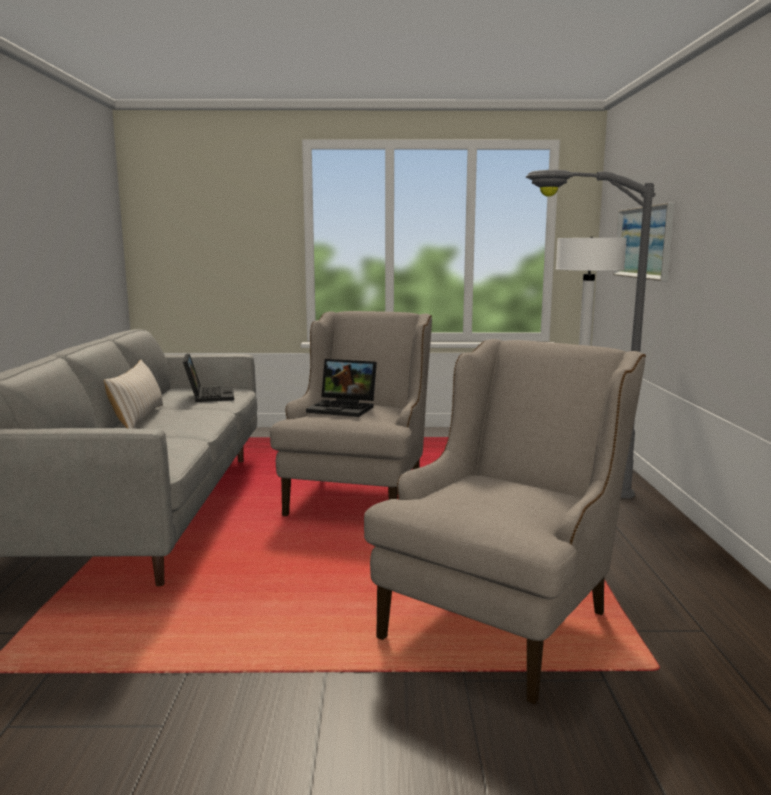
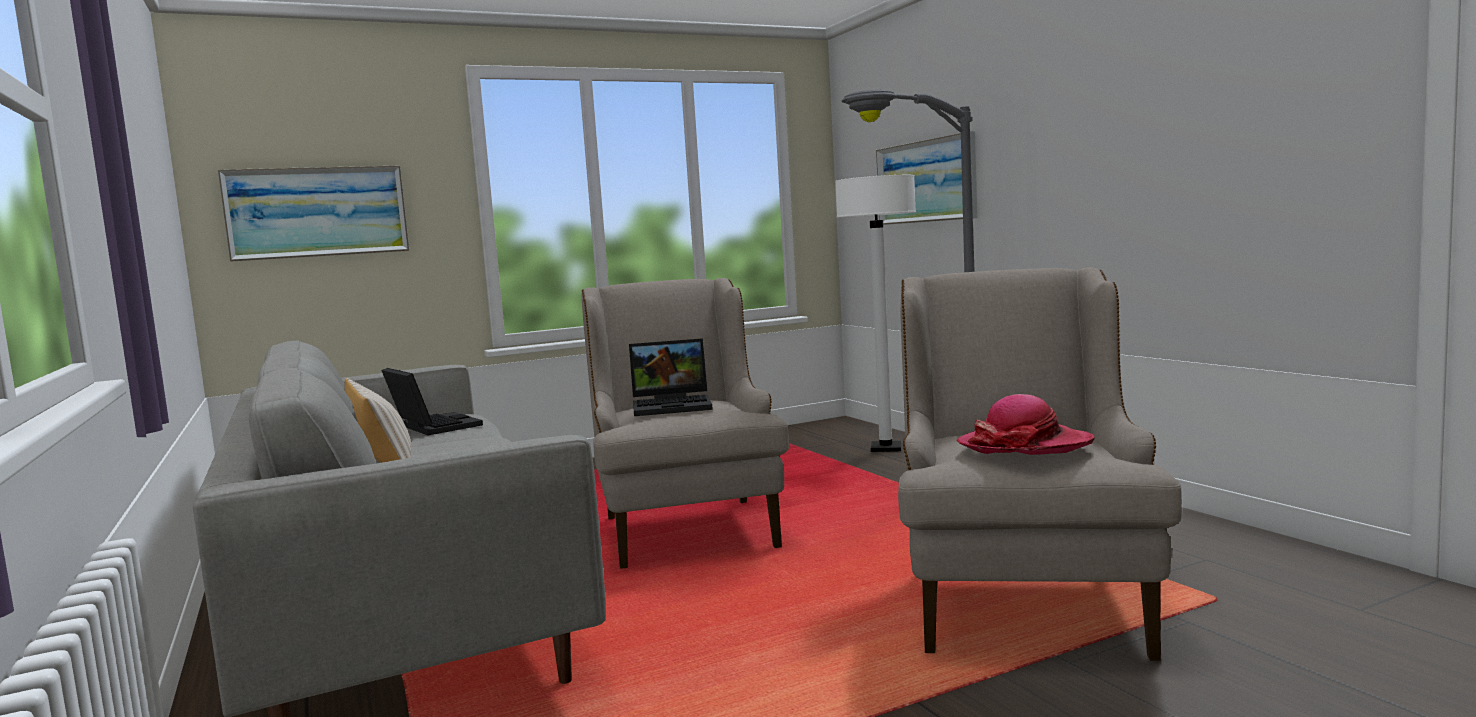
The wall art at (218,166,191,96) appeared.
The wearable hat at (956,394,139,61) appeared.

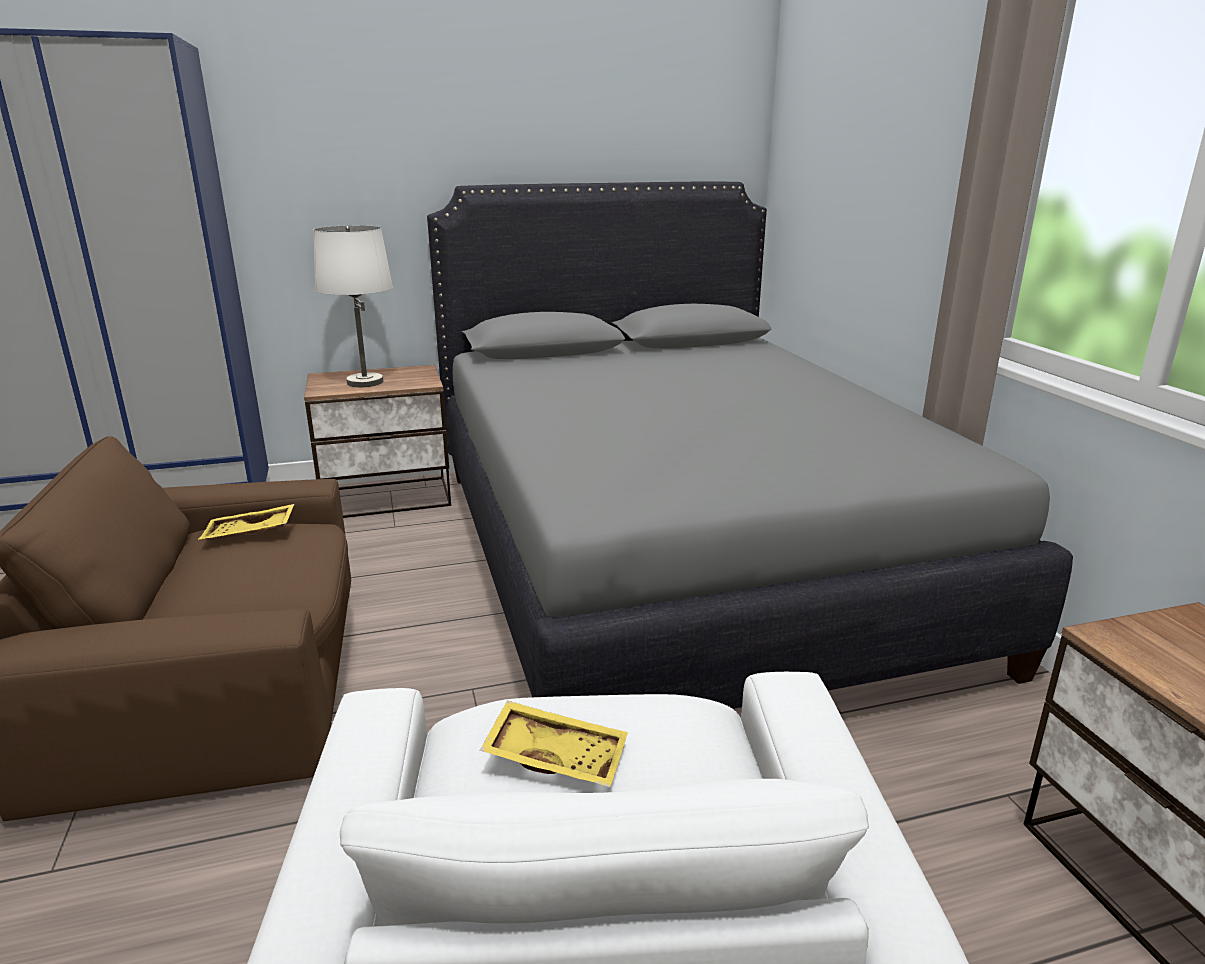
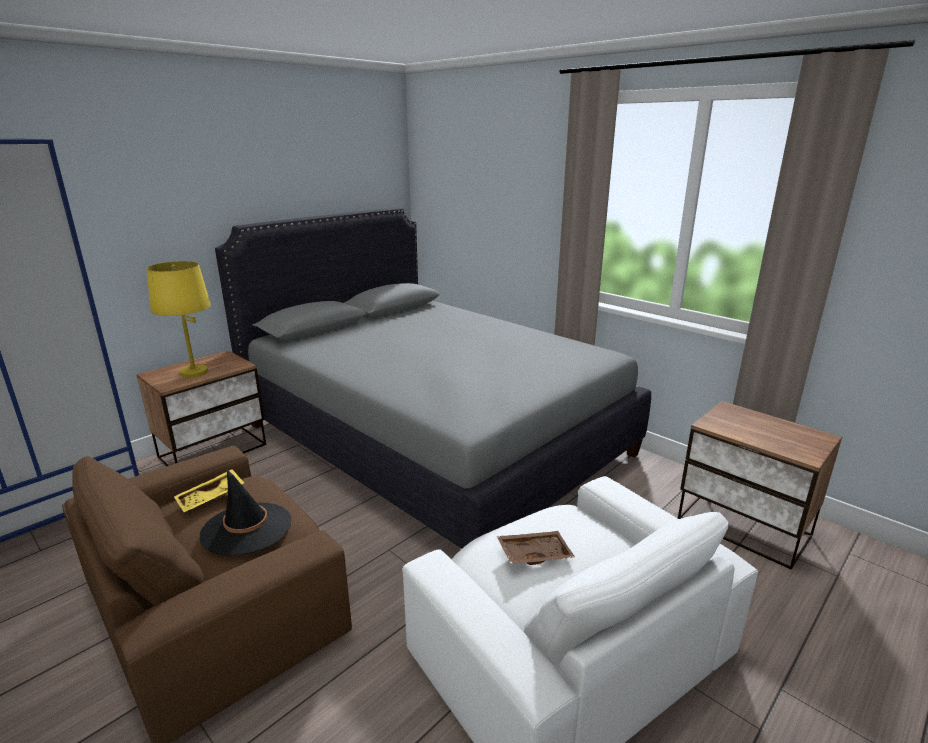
The wearable hat in black-coloured at (200,469,91,86) appeared.
The tabletop lamp in white-coloured at (314,225,79,162) became the tabletop lamp in yellow-coloured at (146,261,65,117).
The carrying tray in yellow-coloured at (480,700,148,87) became the carrying tray in brown-coloured at (497,531,78,34).

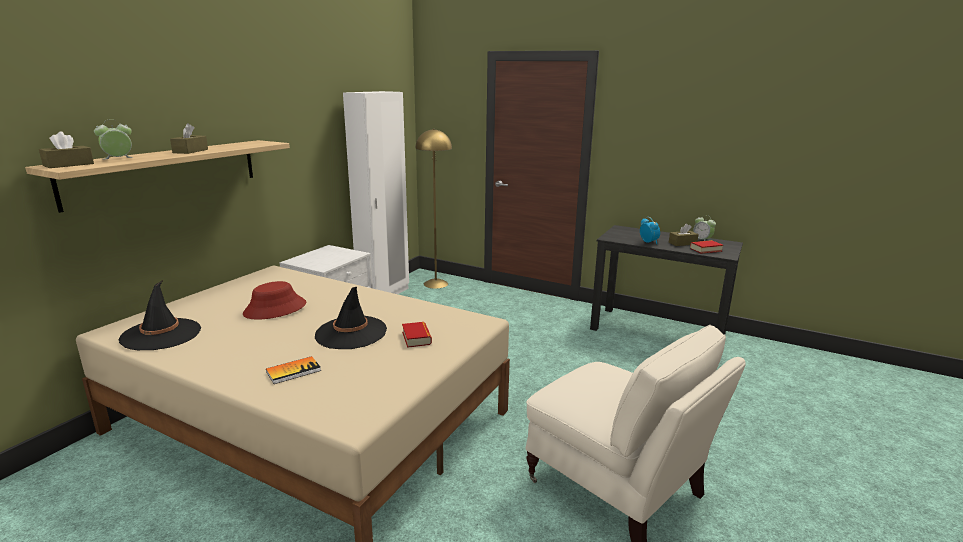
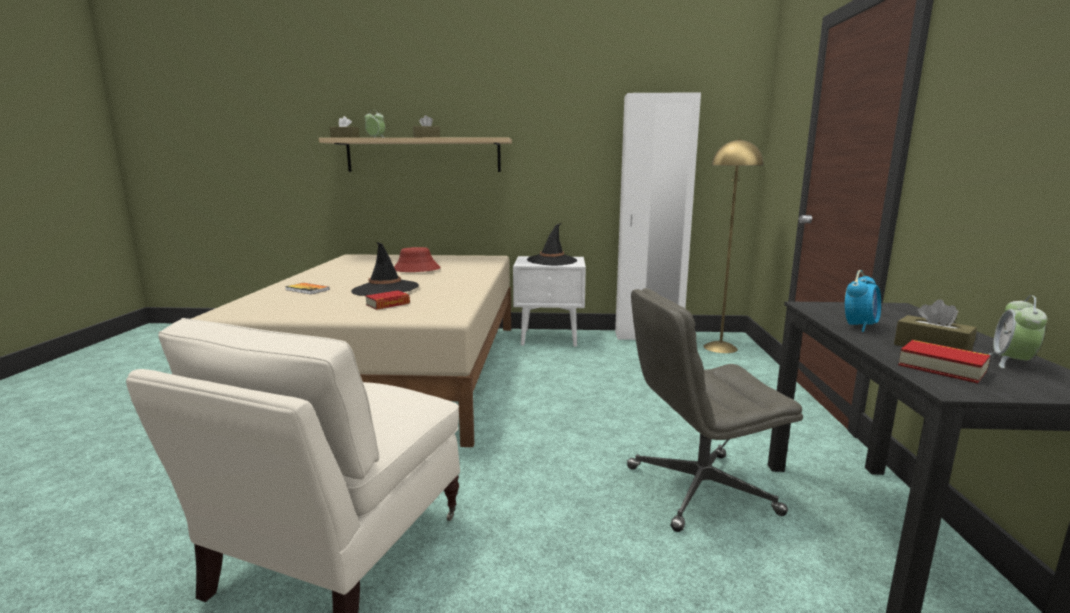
The desk chair in gray at (627,288,176,244) appeared.
The wearable hat in black-coloured moved from (118,280,83,70) to (527,223,50,42).

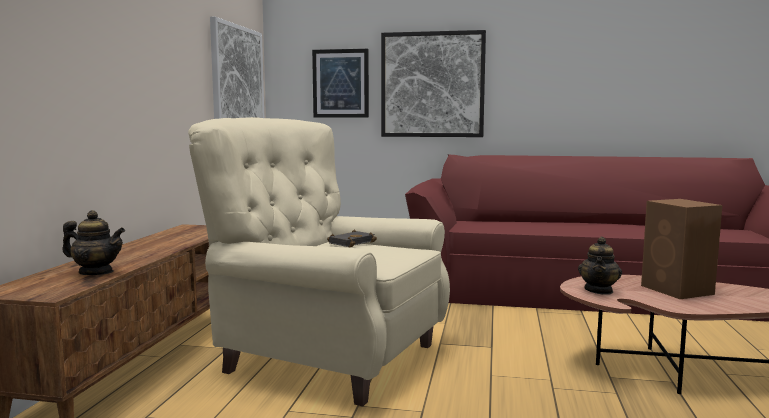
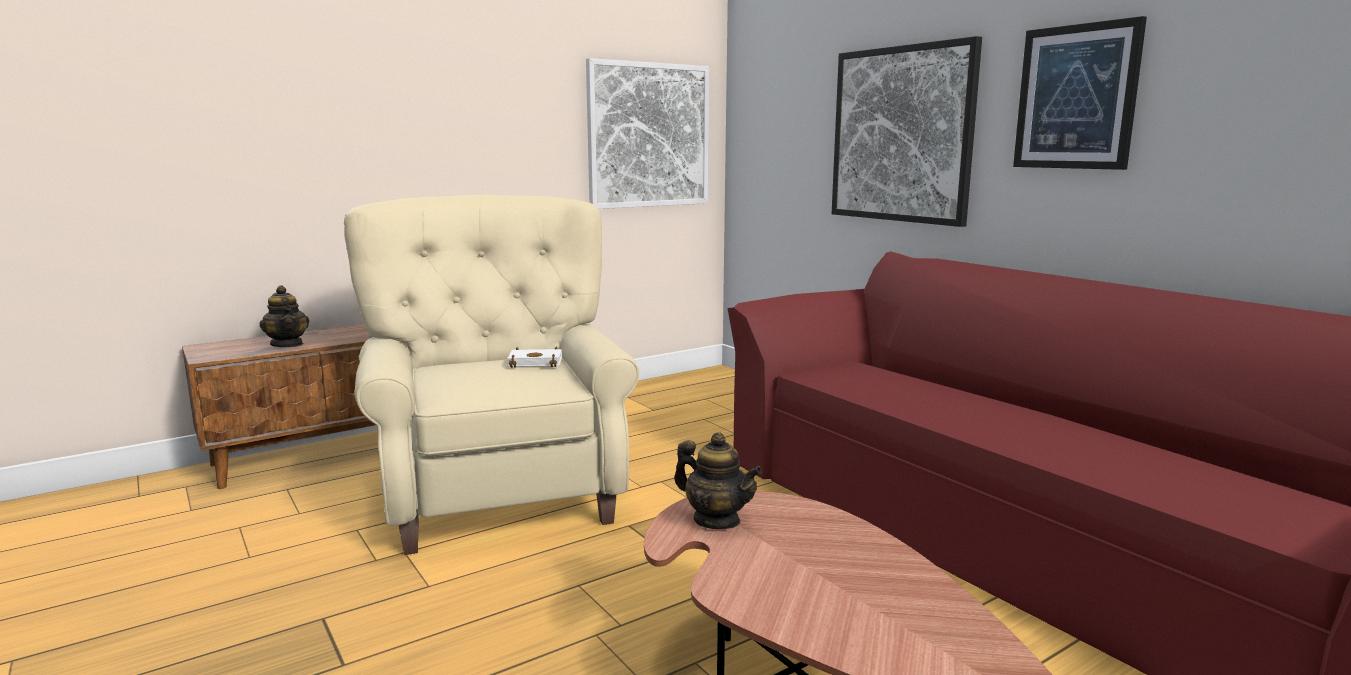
The audio speaker in brown-coloured at (641,199,81,100) disappeared.
The wall art moved from (312,49,57,68) to (1013,16,134,154).
The bound book in black-coloured at (327,230,50,17) became the bound book in white-coloured at (507,347,55,21).
The teapot at (578,237,44,58) turned 120 degrees counterclockwise.

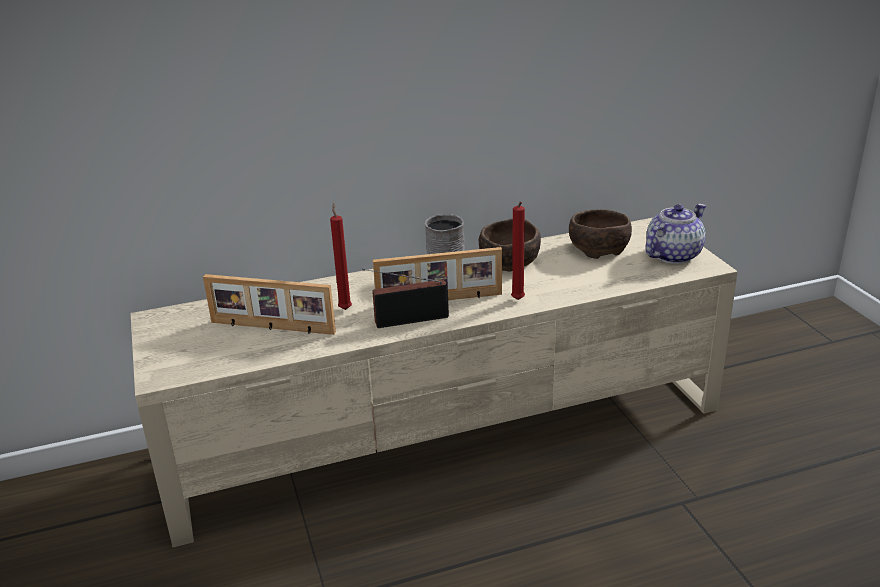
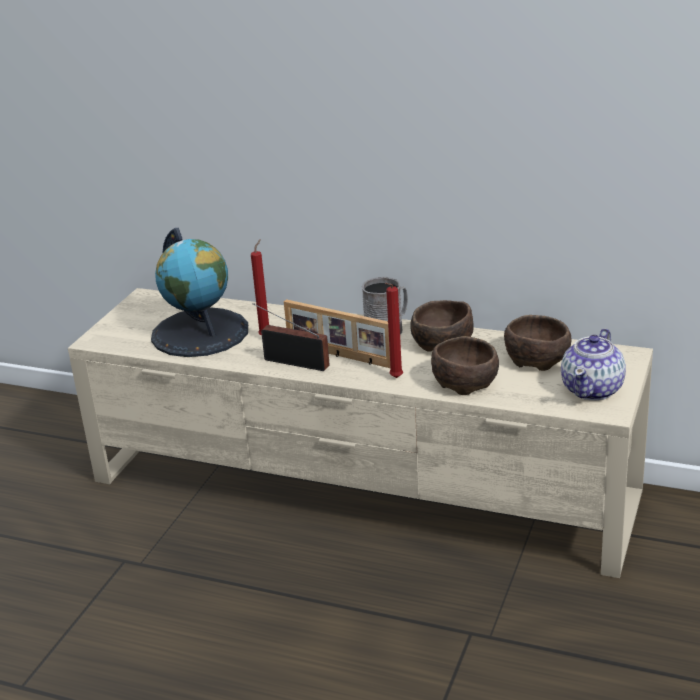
The serving bowl in brown-coloured at (431,336,68,59) appeared.
The picture frame at (203,274,133,61) was replaced by the world globe at (151,228,97,129).
The teapot at (645,203,61,61) turned 120 degrees clockwise.

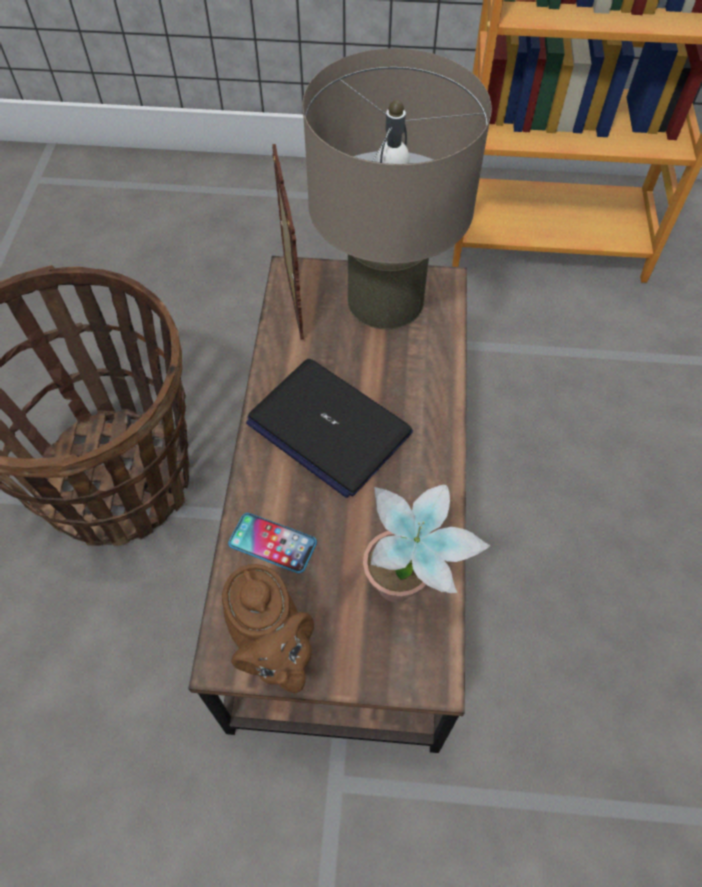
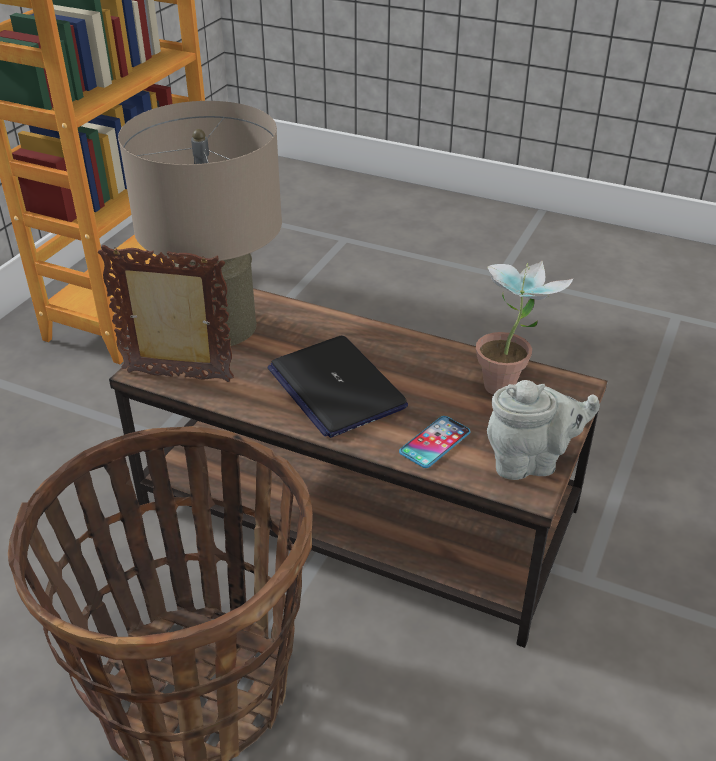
The teapot in brown-coloured at (222,564,92,129) became the teapot in gray at (487,380,113,100).
The laptop at (246,359,167,139) turned 90 degrees clockwise.

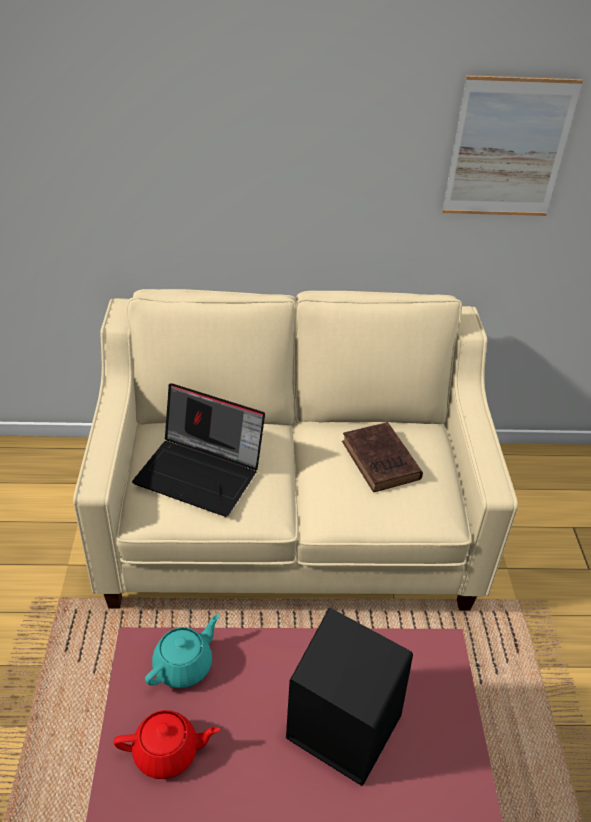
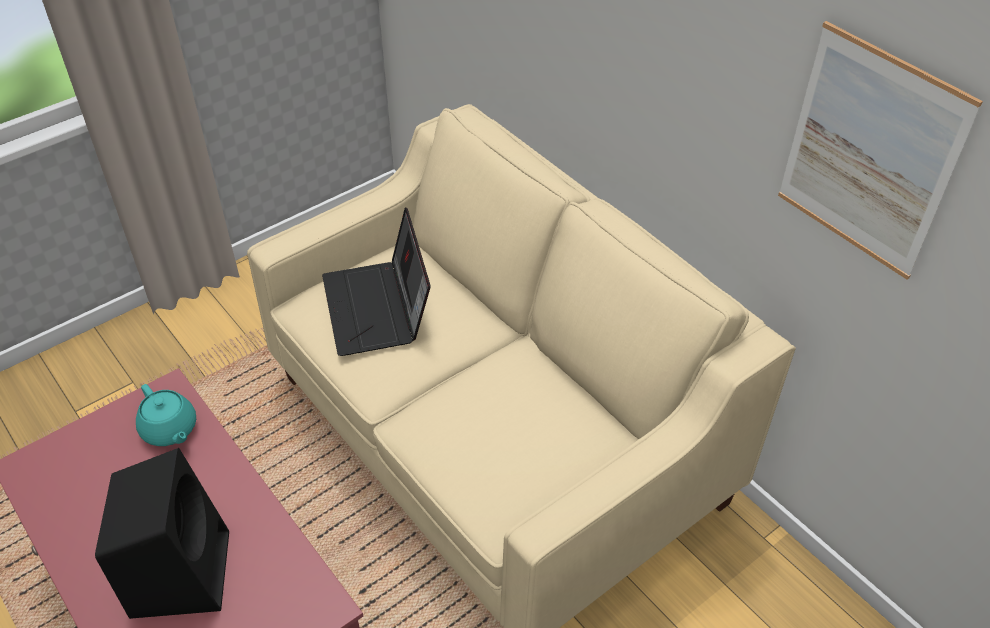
The teapot in reddish at (114,710,106,69) disappeared.
The bound book in brown-coloured at (342,422,81,70) disappeared.
The teapot in turquoise-coloured at (145,614,75,74) turned 45 degrees clockwise.

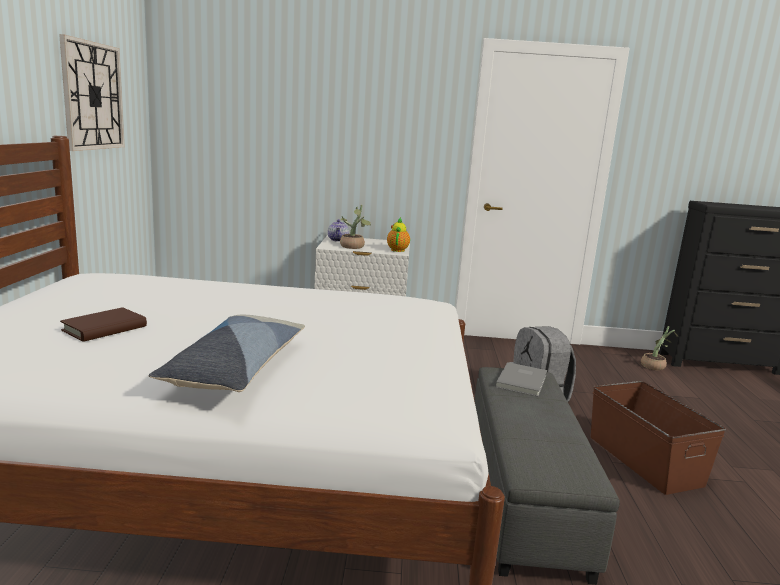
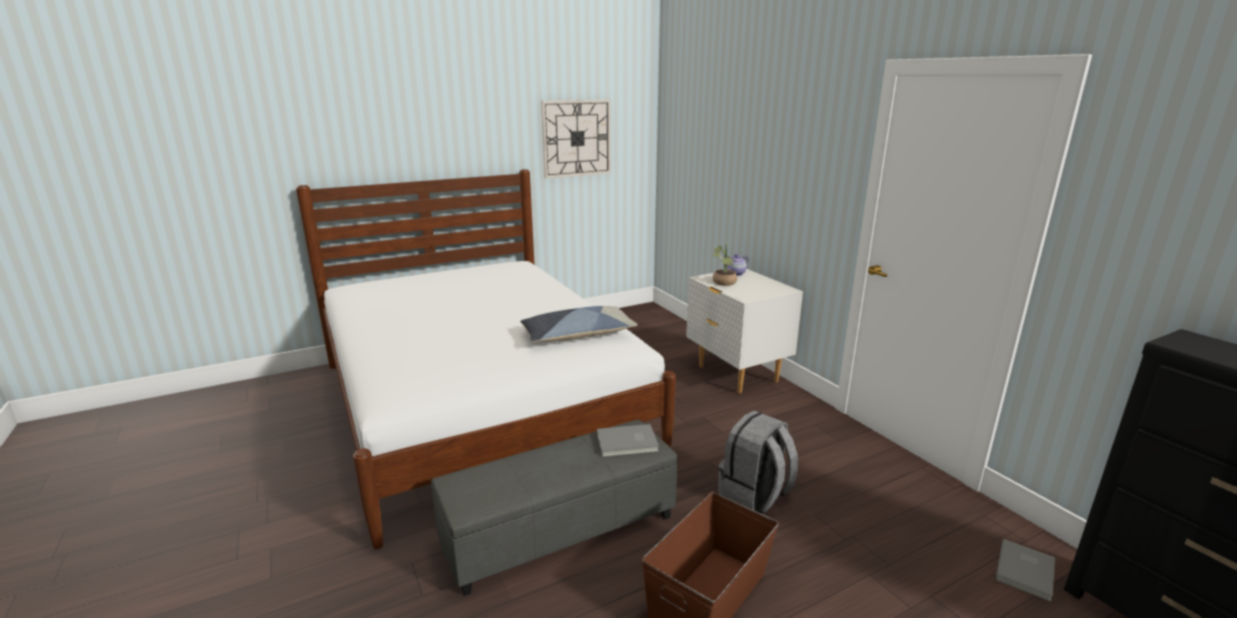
The bound book in brown-coloured at (60,307,87,35) disappeared.
The teapot at (387,217,23,35) disappeared.
The pillow moved from (149,315,156,77) to (520,306,118,36).
The plant in a pot at (641,326,38,44) was replaced by the bound book in gray at (996,539,59,63).

